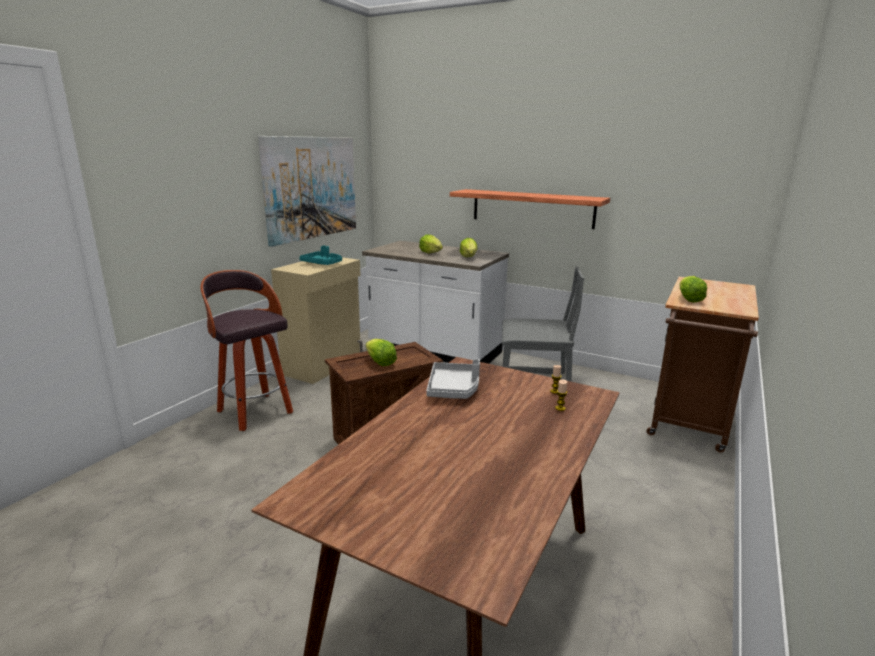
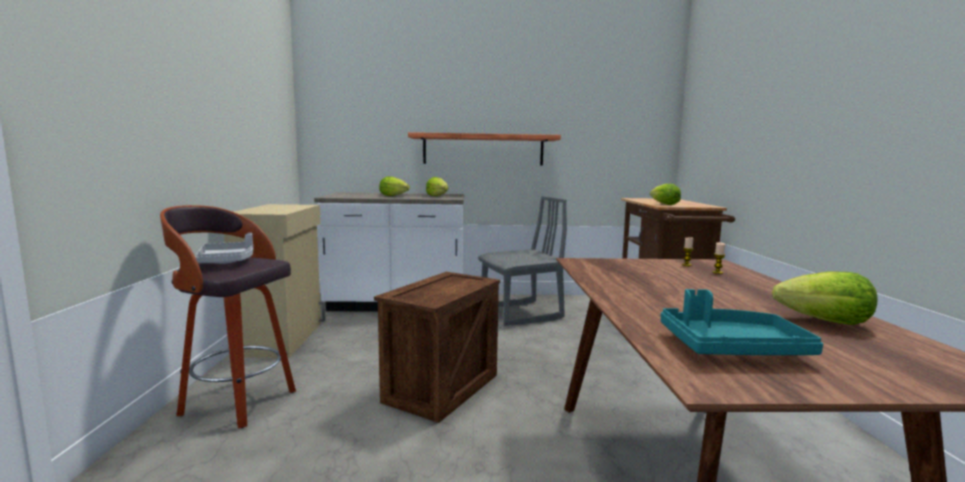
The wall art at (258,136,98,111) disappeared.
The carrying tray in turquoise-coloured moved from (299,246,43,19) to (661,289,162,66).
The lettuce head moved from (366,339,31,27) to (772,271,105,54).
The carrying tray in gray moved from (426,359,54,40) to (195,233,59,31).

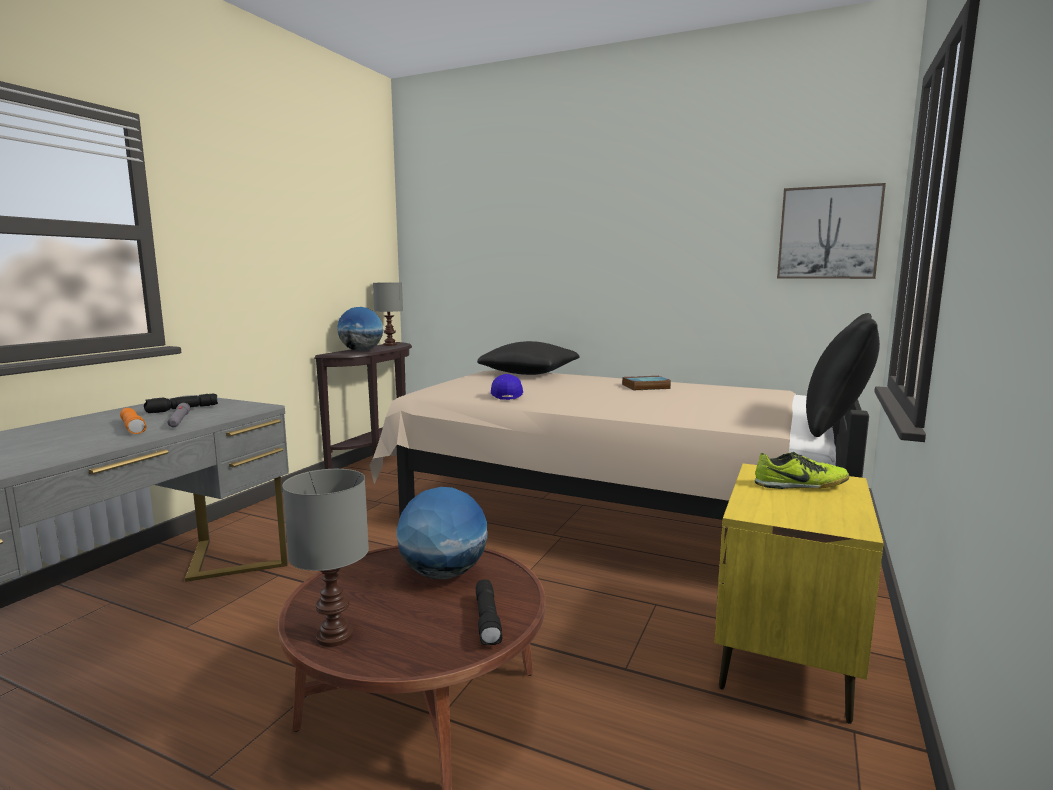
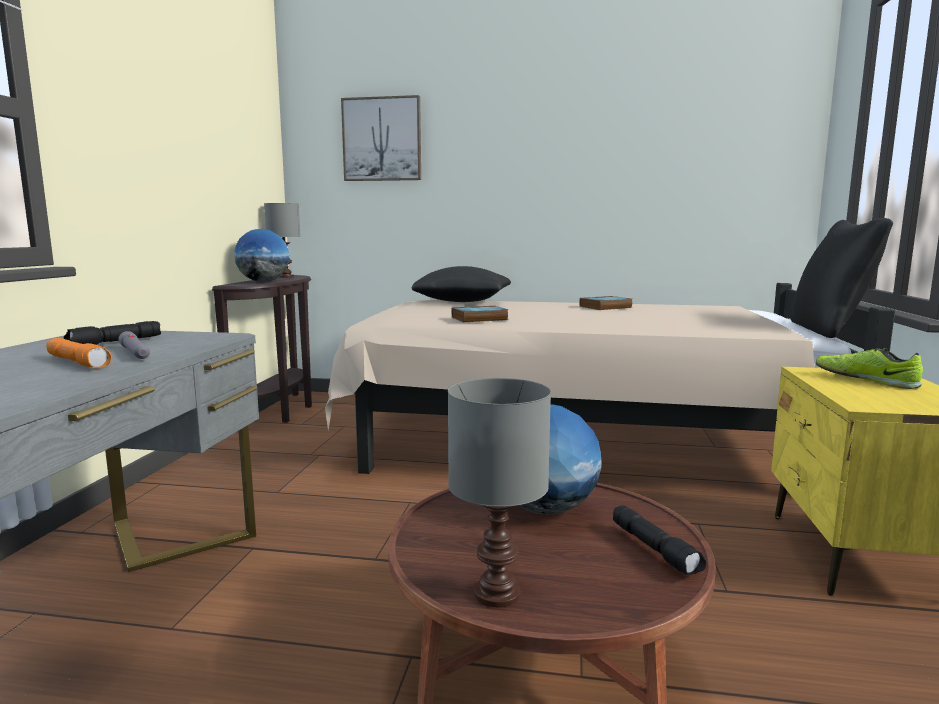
The wall art moved from (777,183,109,96) to (341,95,80,86).
The baseball cap in blue at (491,374,32,26) was replaced by the bound book at (452,306,57,16).
The item of footwear at (755,452,94,37) turned 120 degrees counterclockwise.

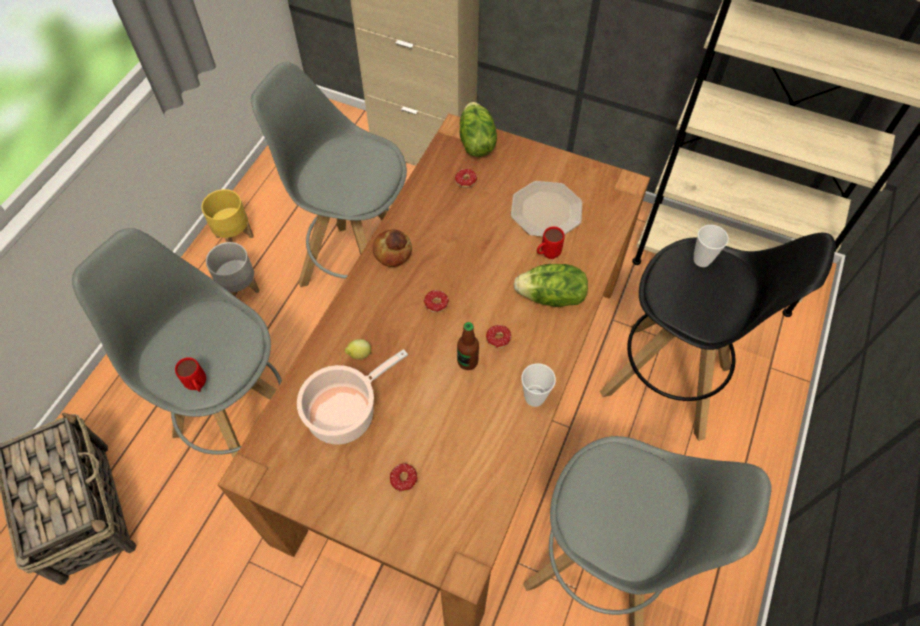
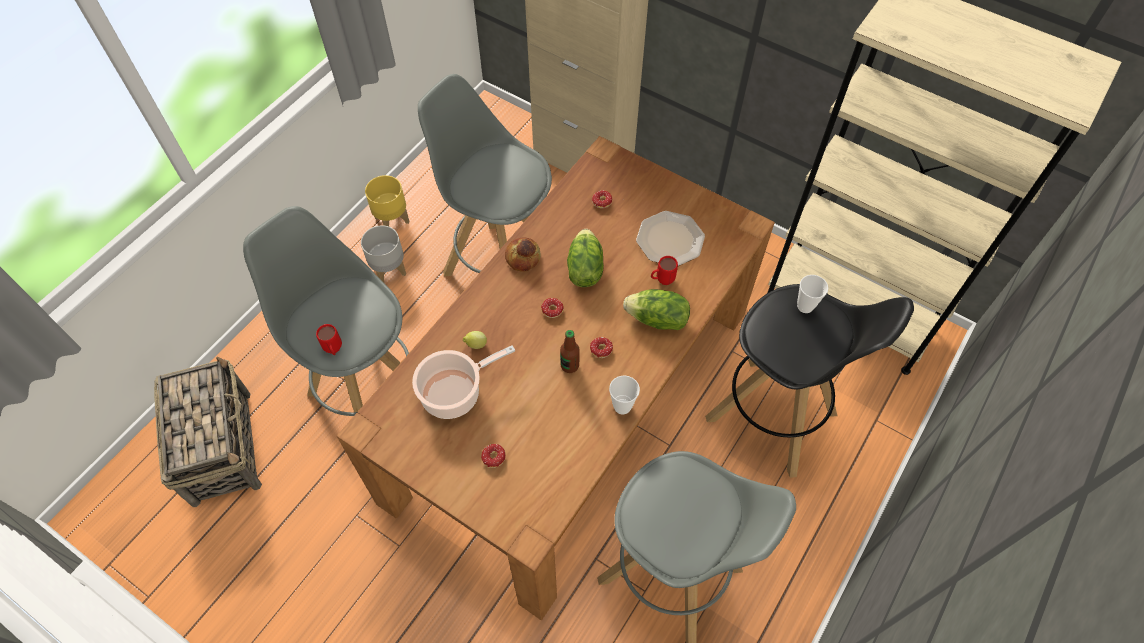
The lettuce head moved from (459,102,38,55) to (567,229,37,58).

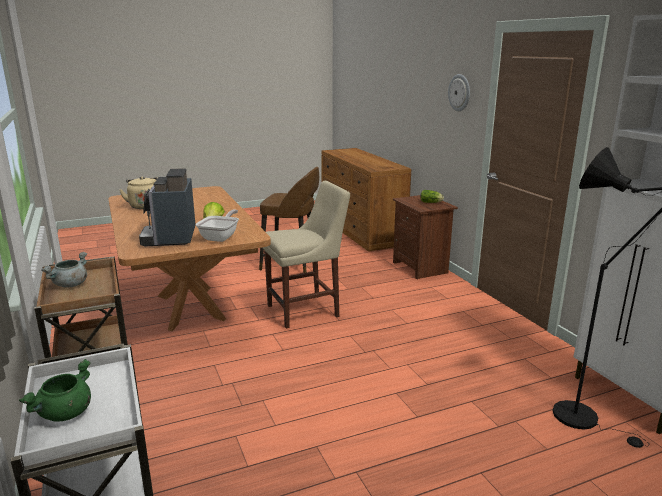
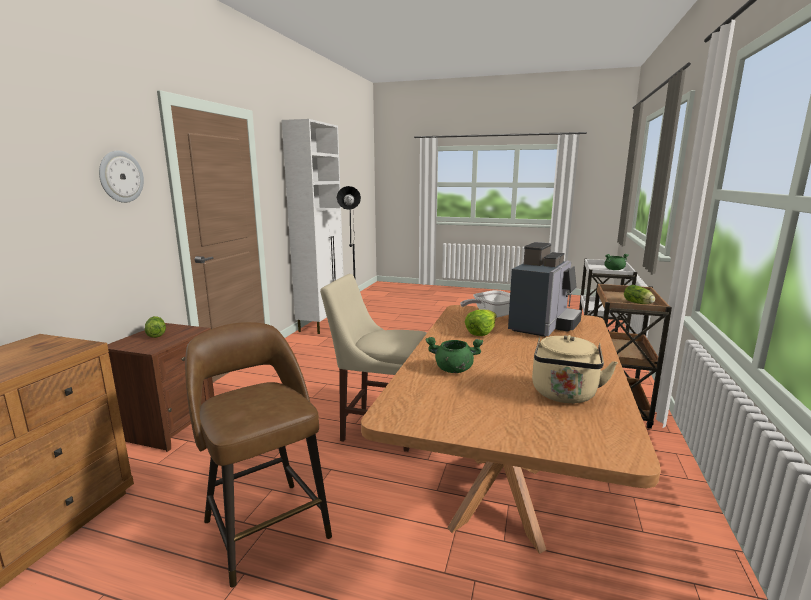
The cooking pot in green at (425,337,58,36) appeared.
The cooking pot in gray at (41,252,46,35) was replaced by the lettuce head at (624,285,31,19).

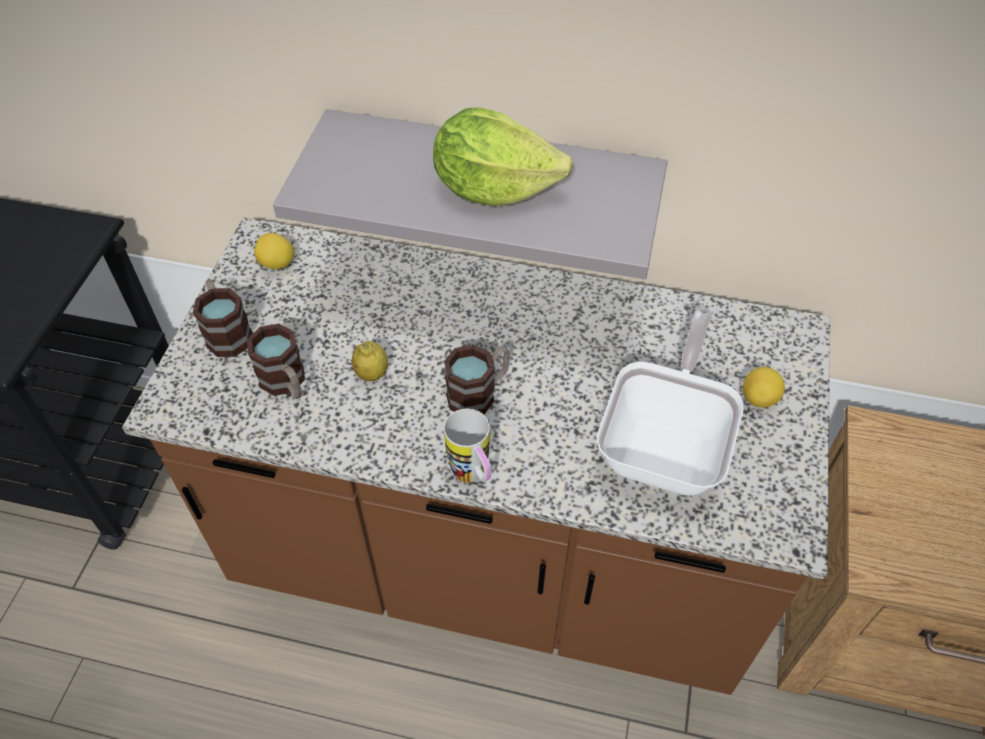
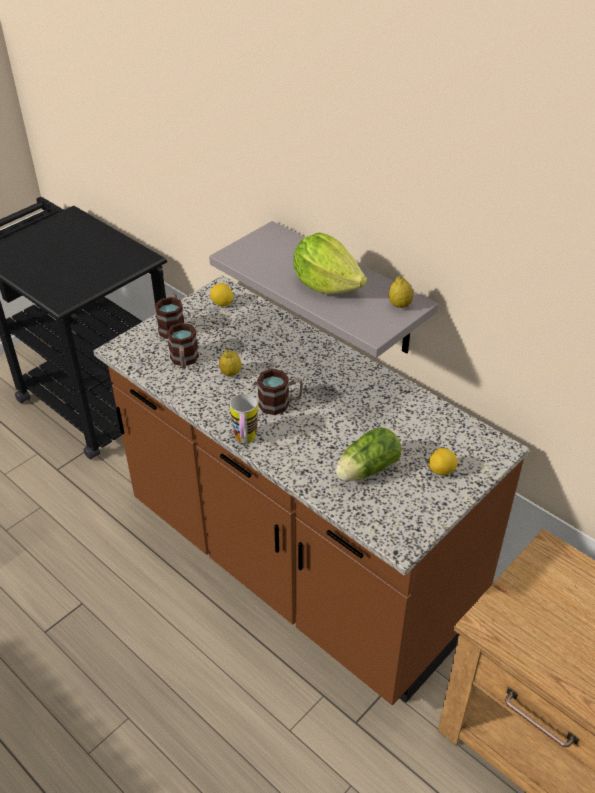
The citrus fruit at (389,276,24,32) appeared.
The skillet at (597,307,146,189) was replaced by the lettuce head at (336,428,66,53).

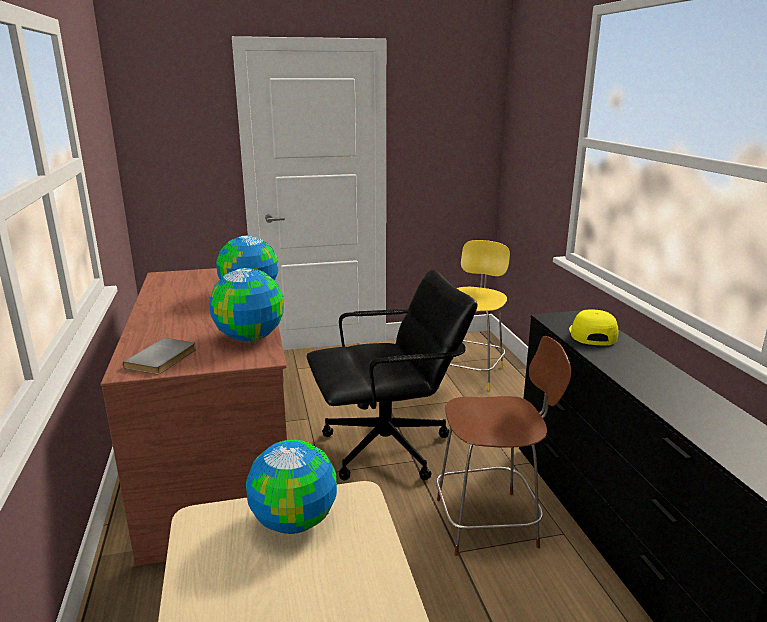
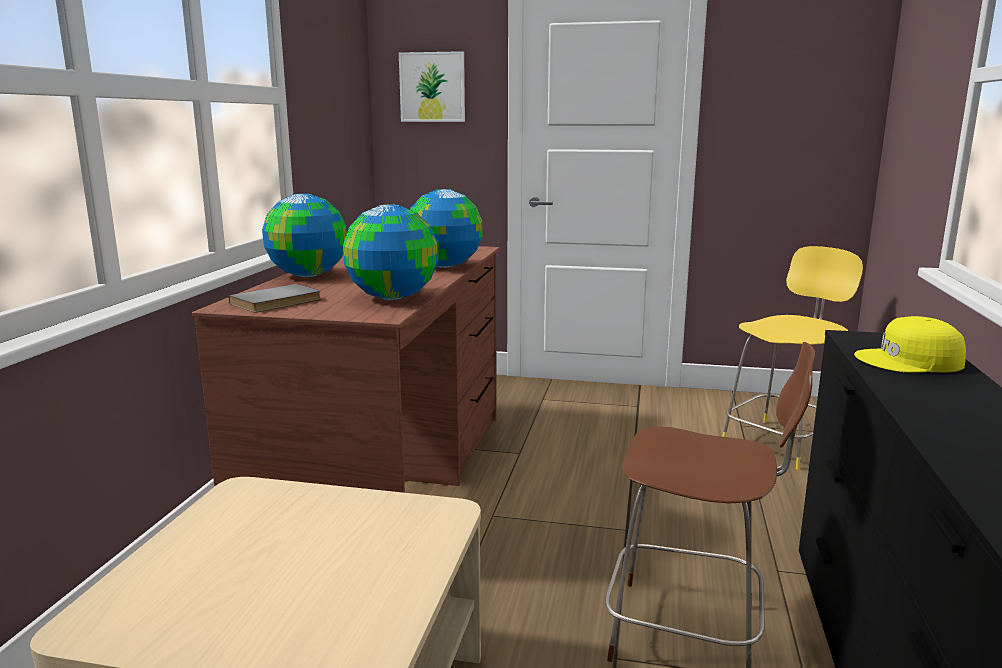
The desk chair in black-coloured at (307,269,171,212) disappeared.
The wall art at (399,51,66,71) appeared.
The world globe moved from (246,440,91,94) to (262,194,85,83).
The baseball cap in yellow-coloured at (569,309,50,36) turned 120 degrees counterclockwise.

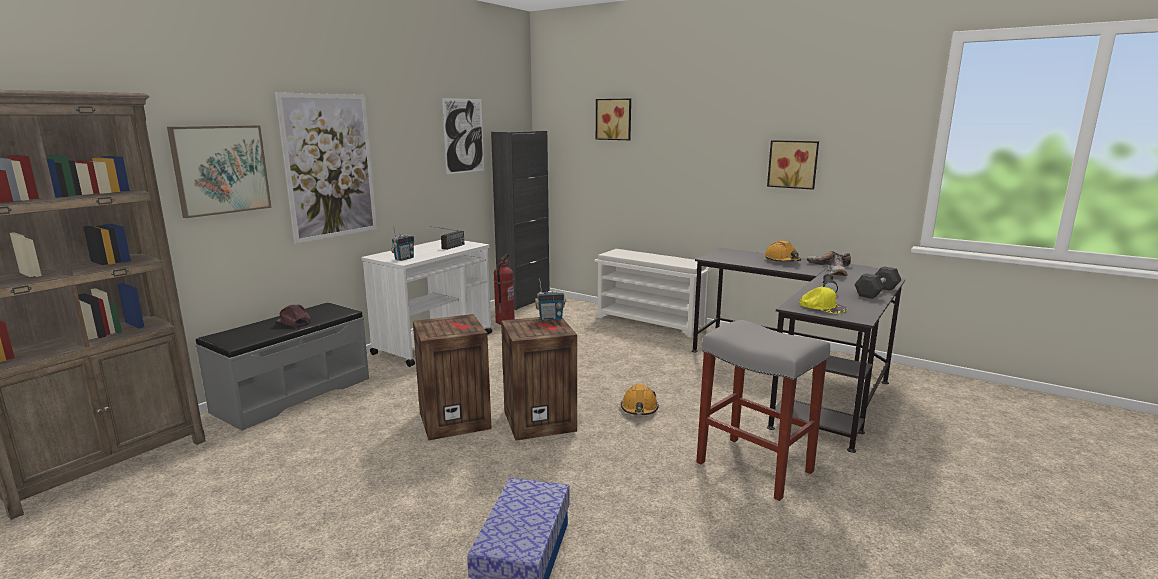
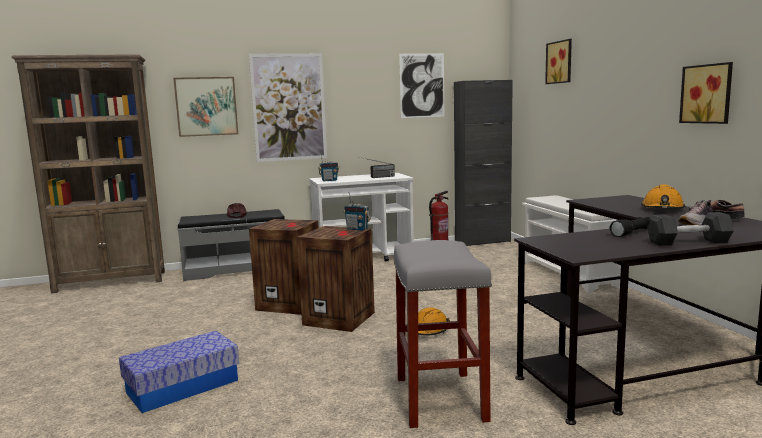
The baseball cap in yellow-coloured at (799,287,49,27) disappeared.

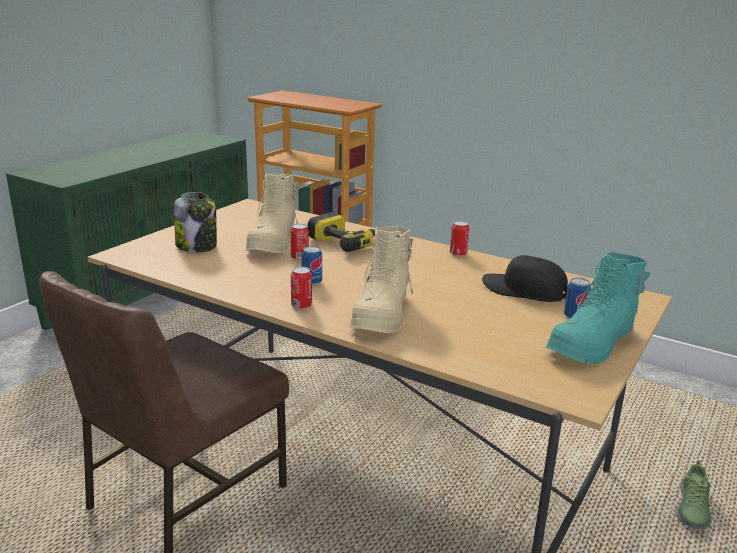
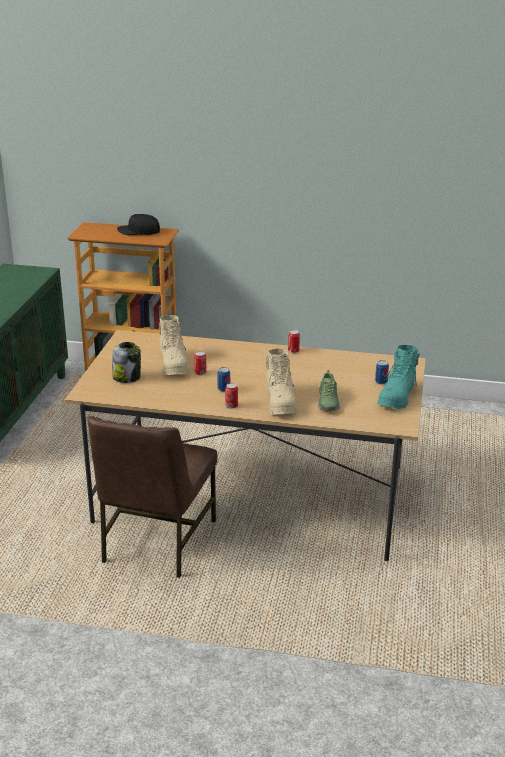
The power drill at (308,212,92,40) disappeared.
The baseball cap in black-coloured moved from (482,255,86,47) to (117,214,43,21).
The item of footwear moved from (676,460,36,69) to (318,370,22,41).

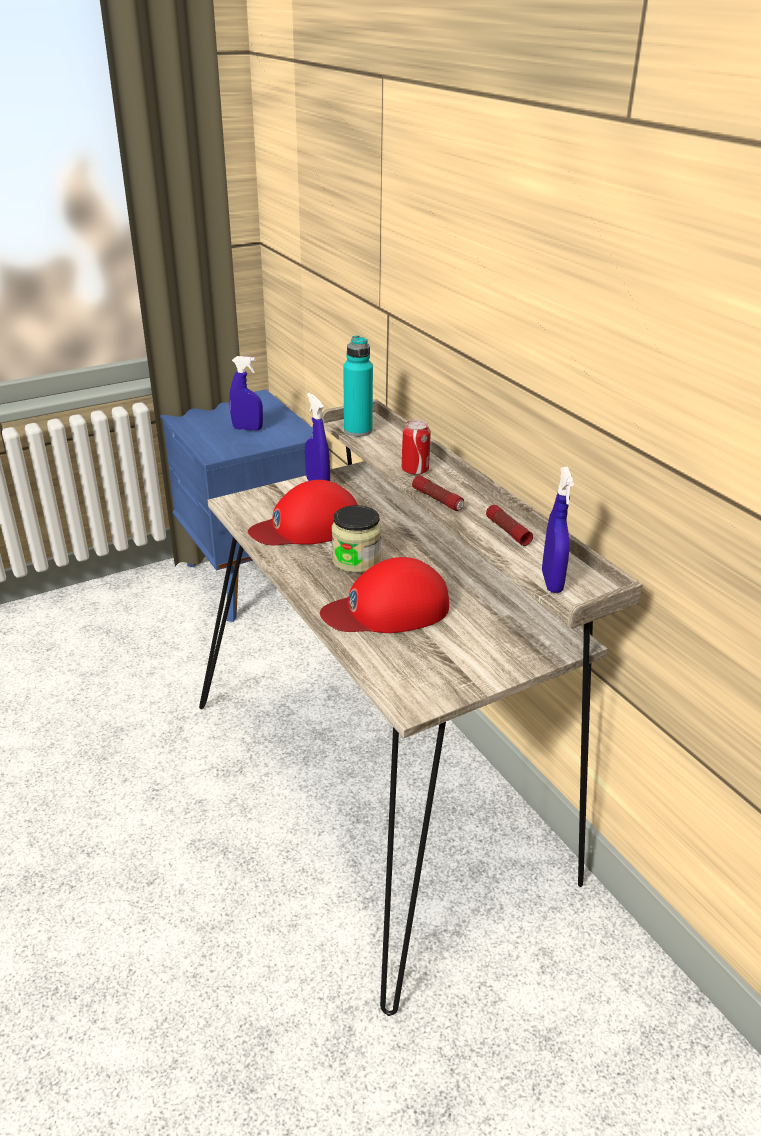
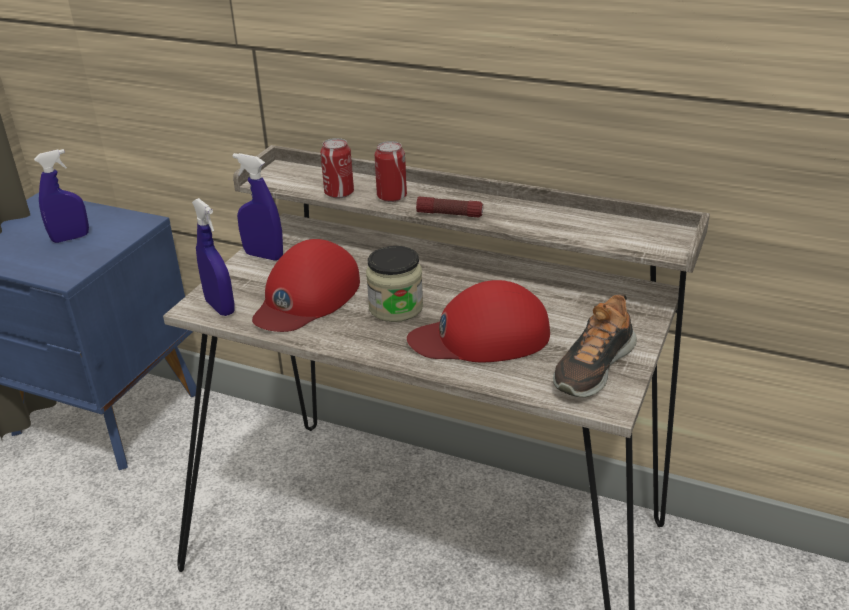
The bottle in turquoise-coloured at (343,335,30,102) disappeared.
The torch at (486,505,47,41) disappeared.
The can at (320,138,34,60) appeared.
The item of footwear at (553,294,84,103) appeared.
The hand sprayer in blue moved from (542,467,32,126) to (192,198,43,118).
The baseball cap in reddish at (320,557,129,76) turned 45 degrees clockwise.

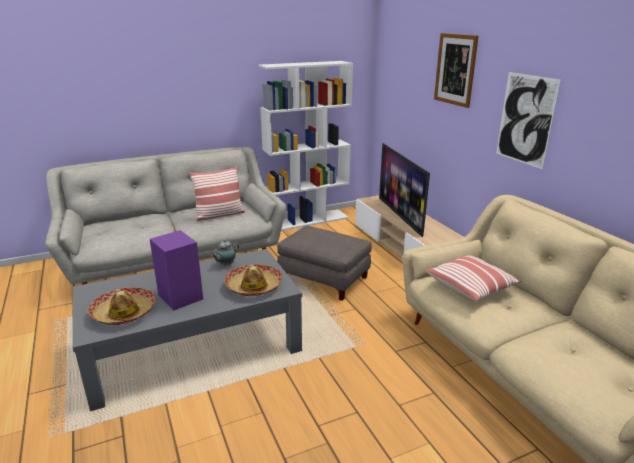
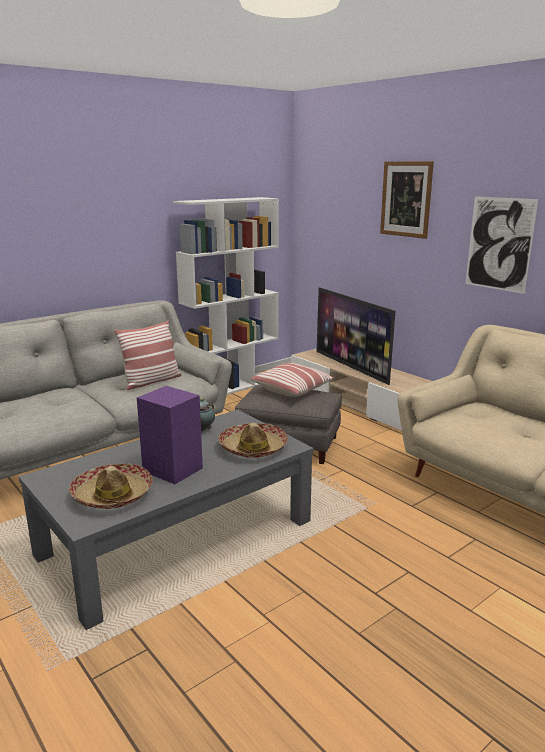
The pillow moved from (426,255,96,46) to (251,363,84,34).

